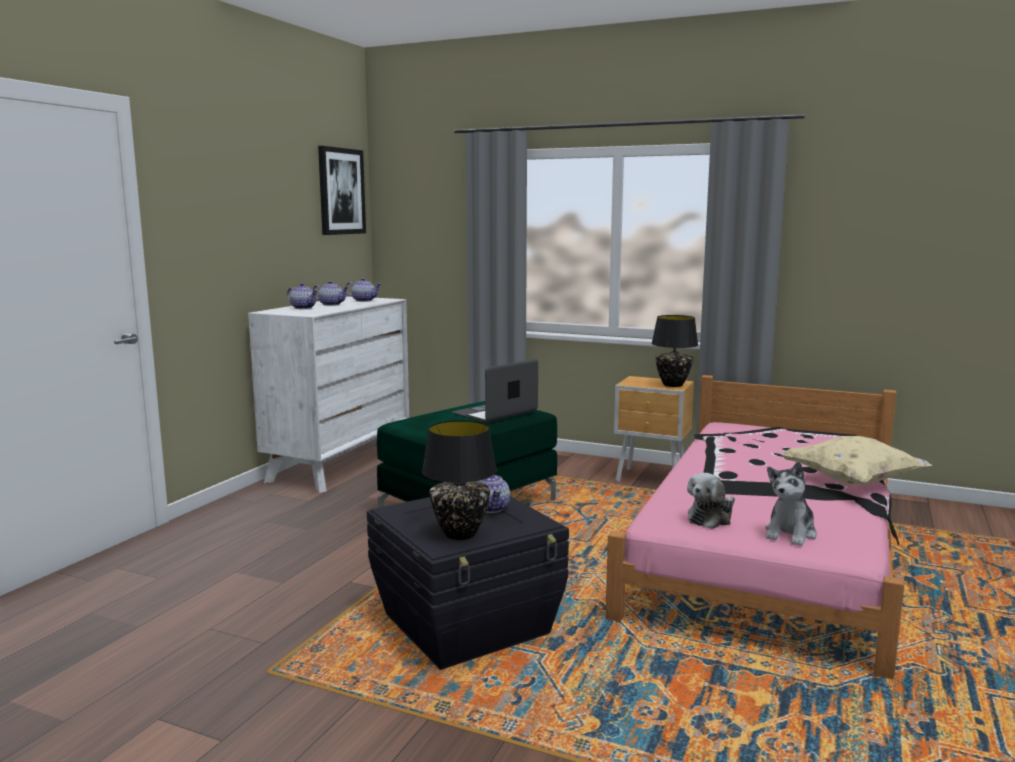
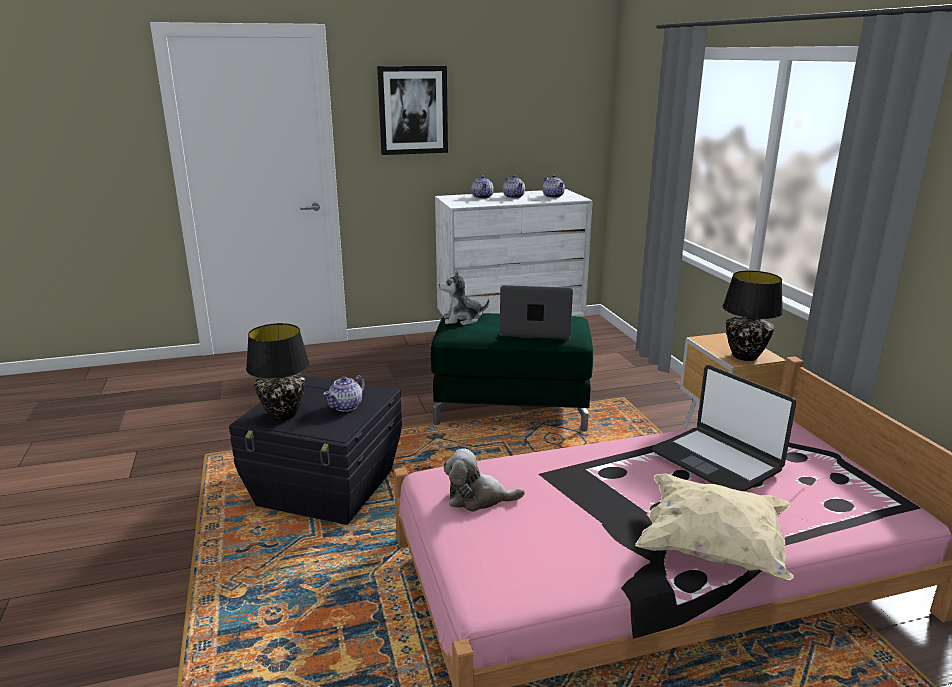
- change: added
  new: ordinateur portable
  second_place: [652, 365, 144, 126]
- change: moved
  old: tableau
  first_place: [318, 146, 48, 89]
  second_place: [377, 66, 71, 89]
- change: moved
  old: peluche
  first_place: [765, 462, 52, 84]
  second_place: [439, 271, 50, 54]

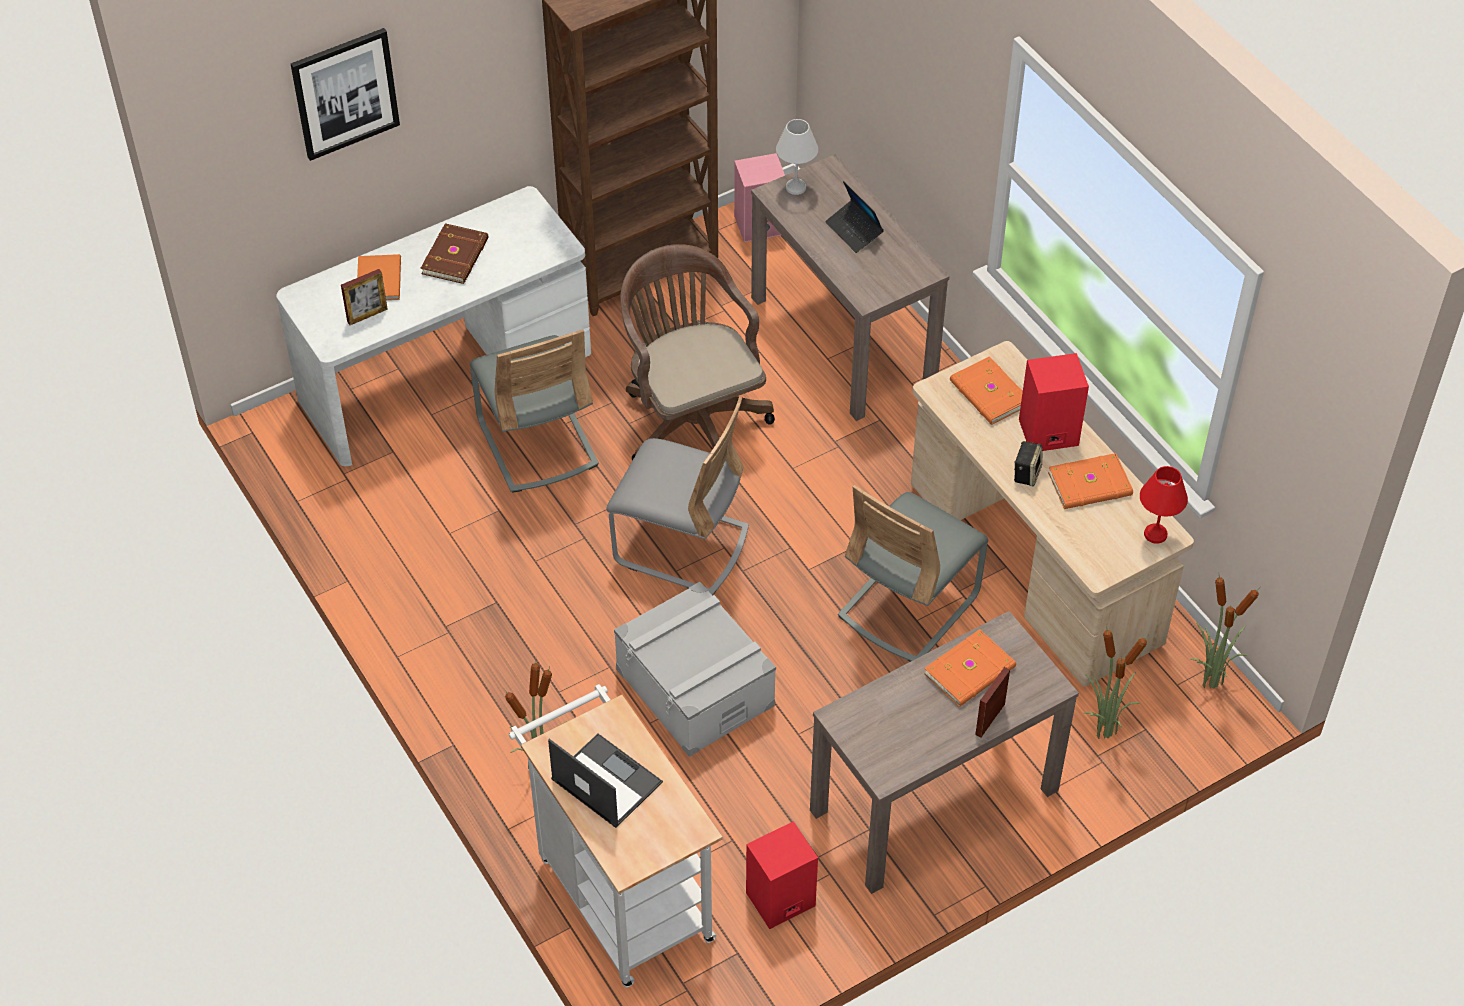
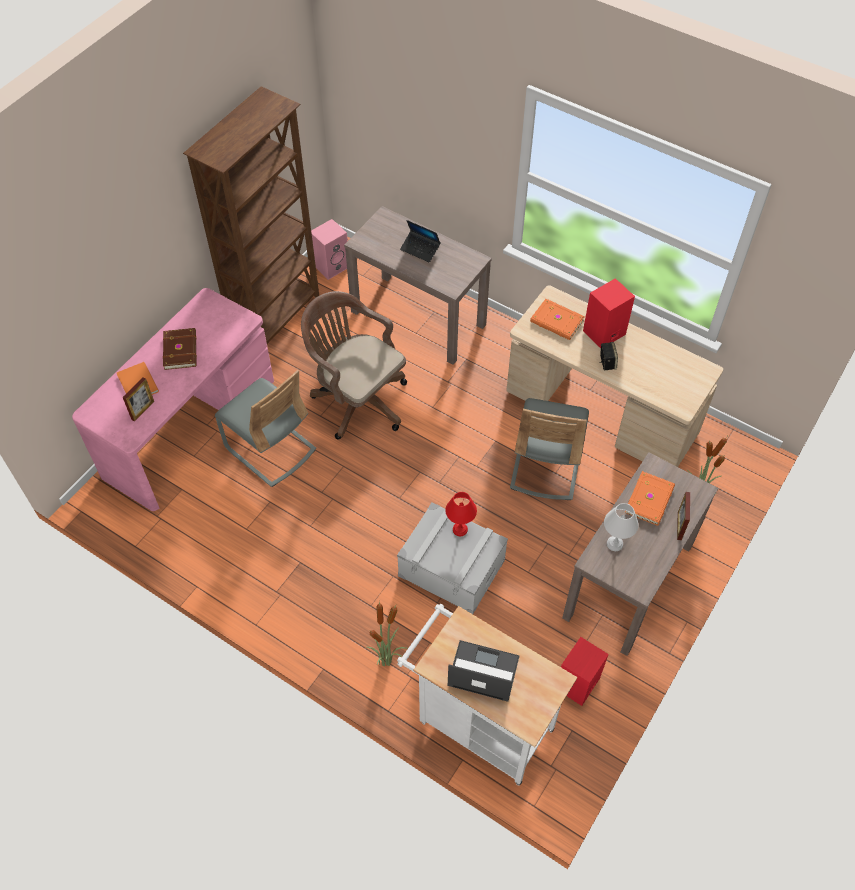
- change: removed
  old: tableau
  first_place: [291, 28, 109, 133]
- change: removed
  old: chaise (gris)
  first_place: [606, 397, 143, 199]
- change: removed
  old: livre (orange)
  first_place: [1048, 453, 85, 56]
- change: removed
  old: plante en pot
  first_place: [1190, 576, 69, 112]
- change: moved
  old: lampe de table (blanc)
  first_place: [776, 119, 42, 76]
  second_place: [604, 503, 35, 48]
- change: moved
  old: lampe de table (rouge)
  first_place: [1140, 466, 48, 78]
  second_place: [445, 492, 32, 44]
- change: recoloured
  old: bureau (blanc)
  new: bureau (rose)
  first_place: [276, 186, 315, 280]
  second_place: [72, 288, 202, 223]

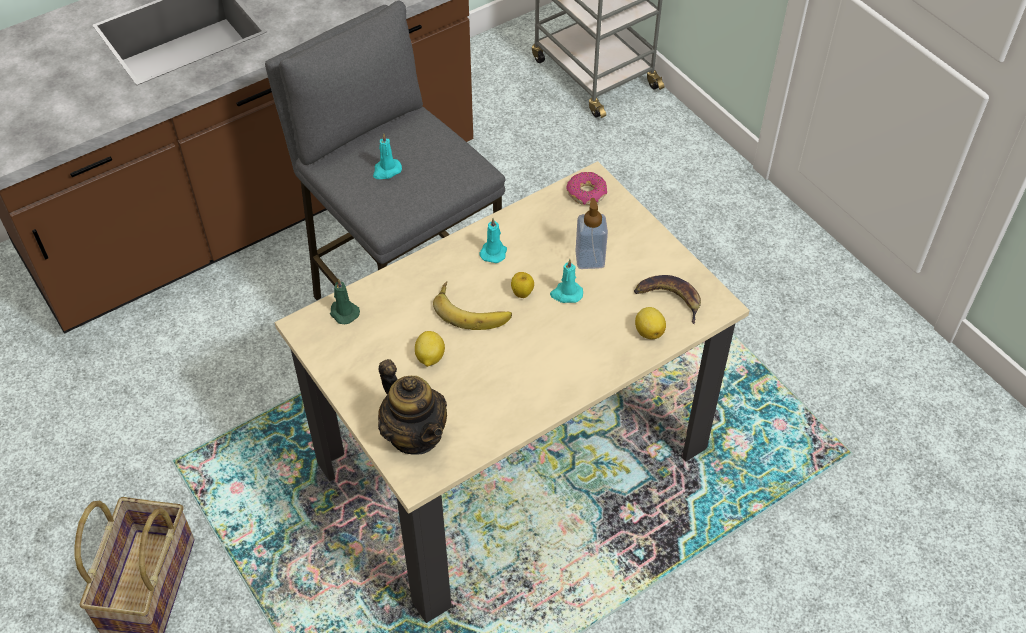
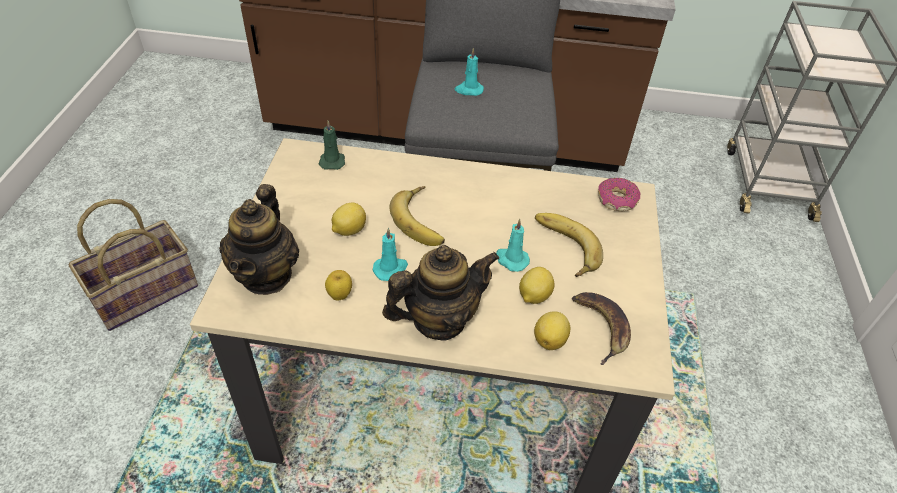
- change: added
  new: théière
  second_place: [382, 245, 117, 96]
- change: added
  new: citron
  second_place: [519, 267, 35, 37]
- change: moved
  old: bougie (turquoise)
  first_place: [479, 218, 28, 45]
  second_place: [373, 228, 35, 53]
- change: moved
  old: pomme
  first_place: [511, 272, 23, 26]
  second_place: [325, 270, 27, 30]
- change: replaced
  old: distributeur de savon
  new: banane
  first_place: [575, 198, 33, 71]
  second_place: [535, 213, 68, 64]

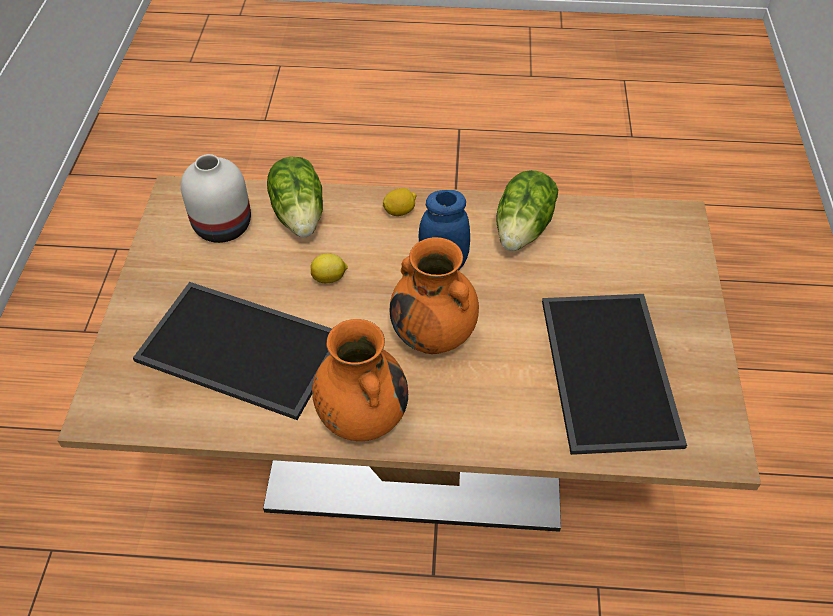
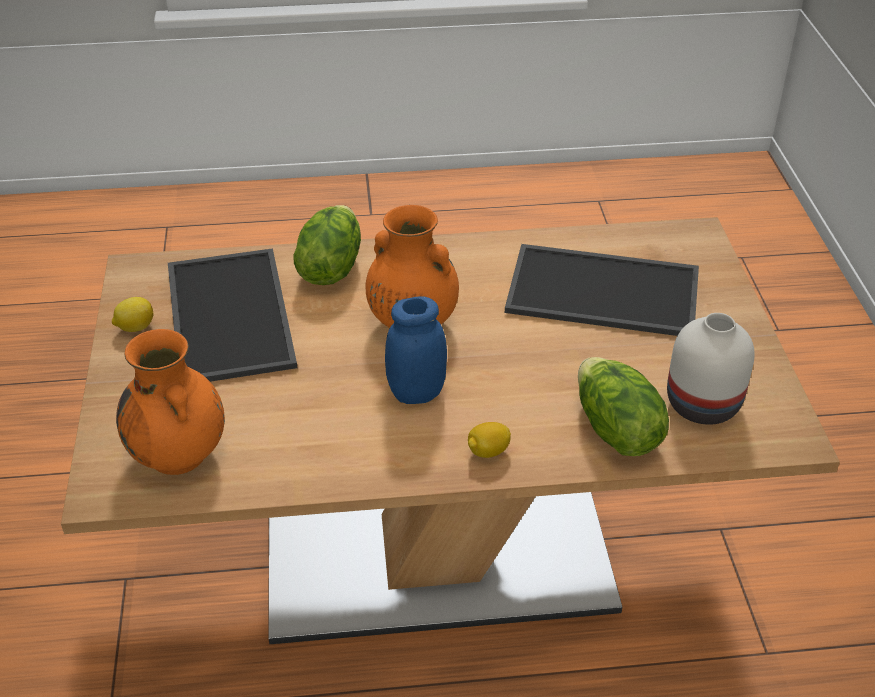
- change: moved
  old: citron
  first_place: [311, 253, 37, 30]
  second_place: [112, 297, 42, 35]
- change: moved
  old: vase (orange)
  first_place: [312, 319, 96, 122]
  second_place: [116, 329, 109, 146]
- change: moved
  old: laitue
  first_place: [496, 170, 62, 81]
  second_place: [293, 205, 68, 80]

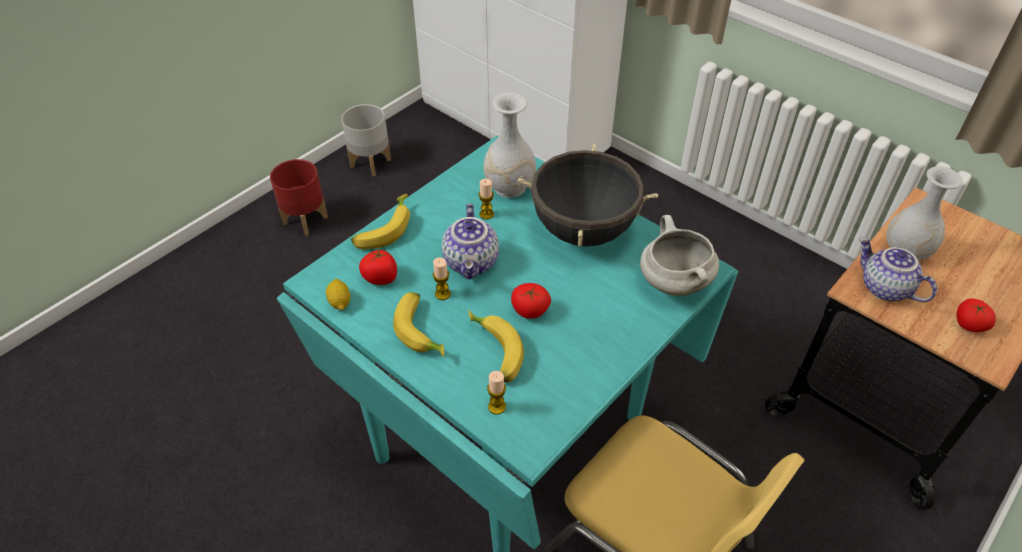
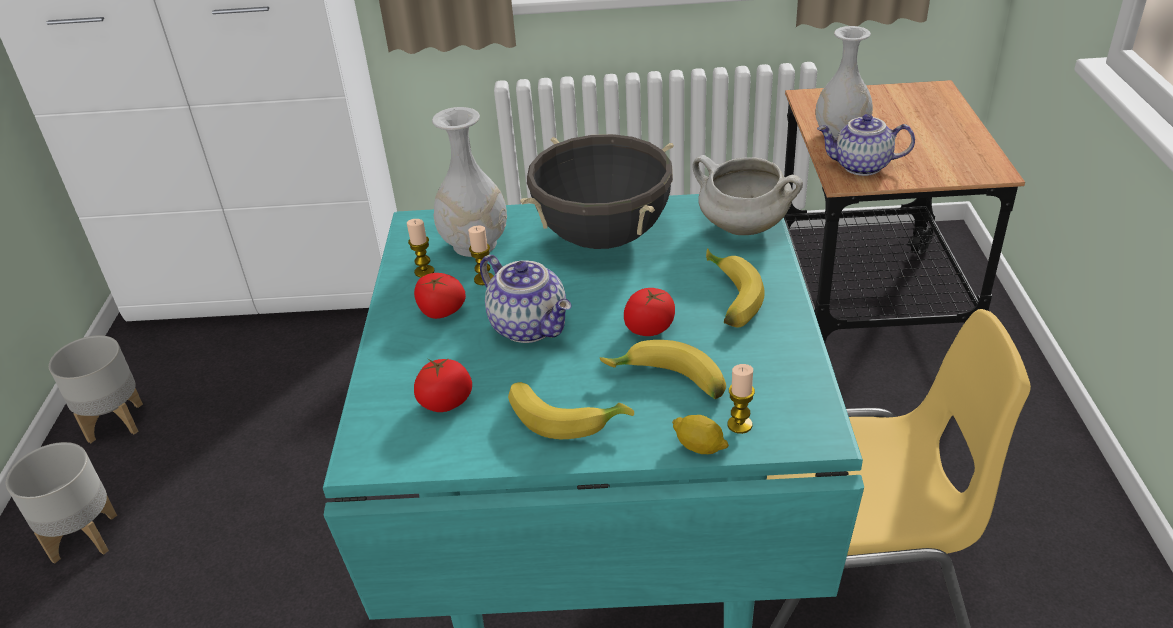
- change: moved
  old: citron
  first_place: [326, 279, 24, 32]
  second_place: [672, 415, 57, 39]
- change: moved
  old: banane
  first_place: [351, 194, 59, 55]
  second_place: [706, 248, 59, 79]
- change: moved
  old: bougie
  first_place: [433, 258, 18, 42]
  second_place: [407, 219, 27, 58]
- change: moved
  old: tomate
  first_place: [956, 298, 40, 34]
  second_place: [414, 273, 52, 46]
- change: recoloured
  old: cache-pot (rouge)
  new: cache-pot (gris)
  first_place: [270, 159, 58, 77]
  second_place: [6, 442, 111, 122]

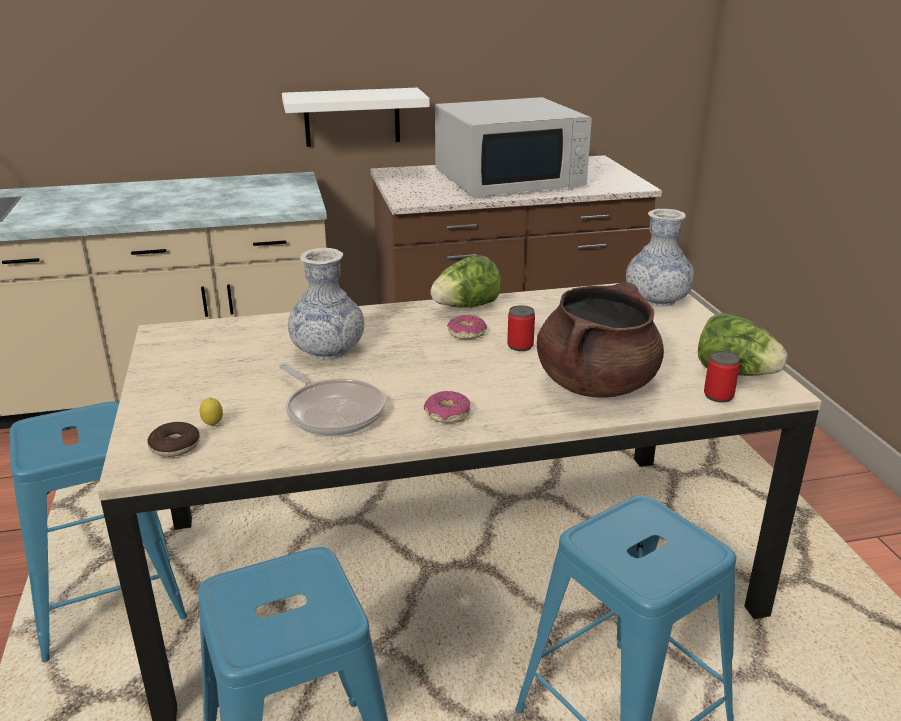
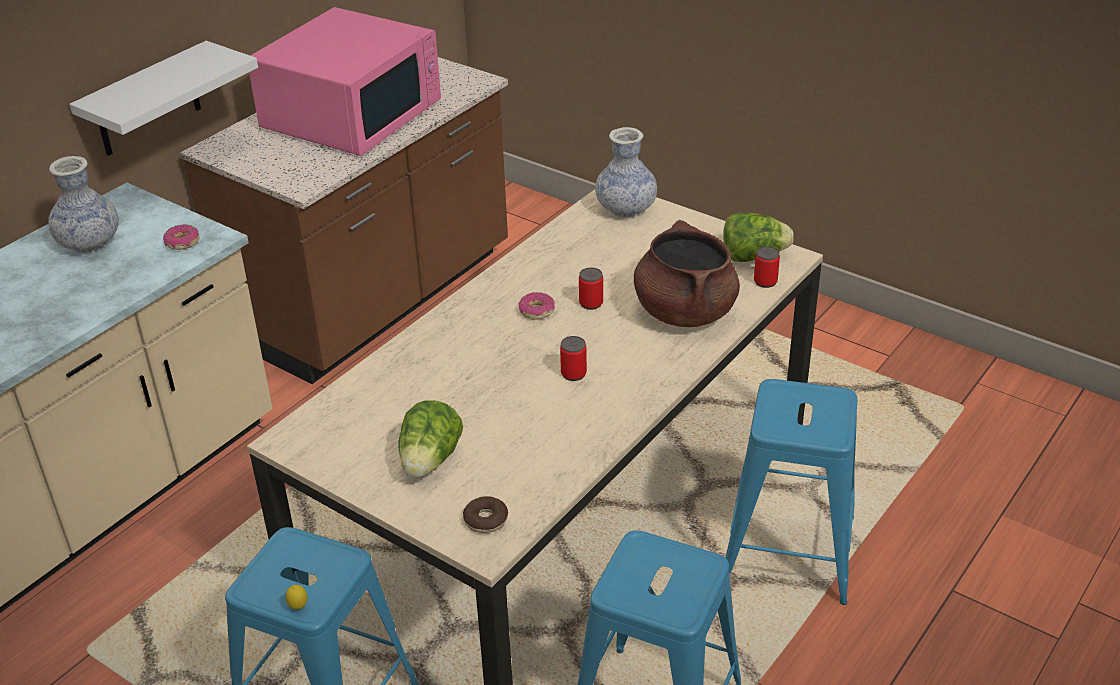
- change: removed
  old: poêle
  first_place: [279, 364, 106, 72]
- change: added
  new: boîte métallique
  second_place: [560, 336, 27, 45]
- change: moved
  old: citron
  first_place: [200, 397, 23, 29]
  second_place: [286, 585, 21, 24]
- change: moved
  old: vase
  first_place: [288, 248, 76, 112]
  second_place: [48, 156, 71, 97]
- change: moved
  old: beignet
  first_place: [424, 391, 46, 32]
  second_place: [163, 225, 37, 25]
- change: moved
  old: laitue
  first_place: [430, 255, 71, 53]
  second_place: [398, 400, 65, 77]
- change: recoloured
  old: micro-ondes (blanc)
  new: micro-ondes (rose)
  first_place: [435, 97, 157, 100]
  second_place: [249, 7, 192, 149]

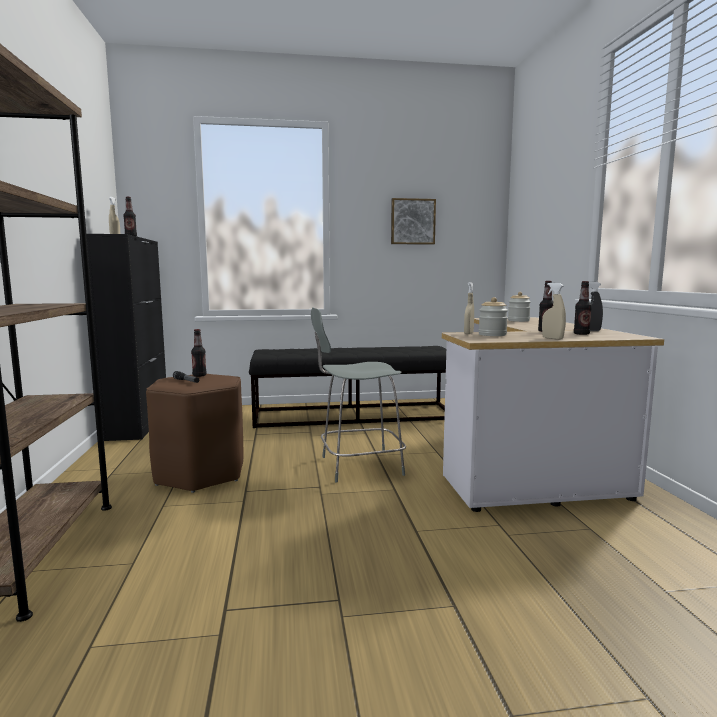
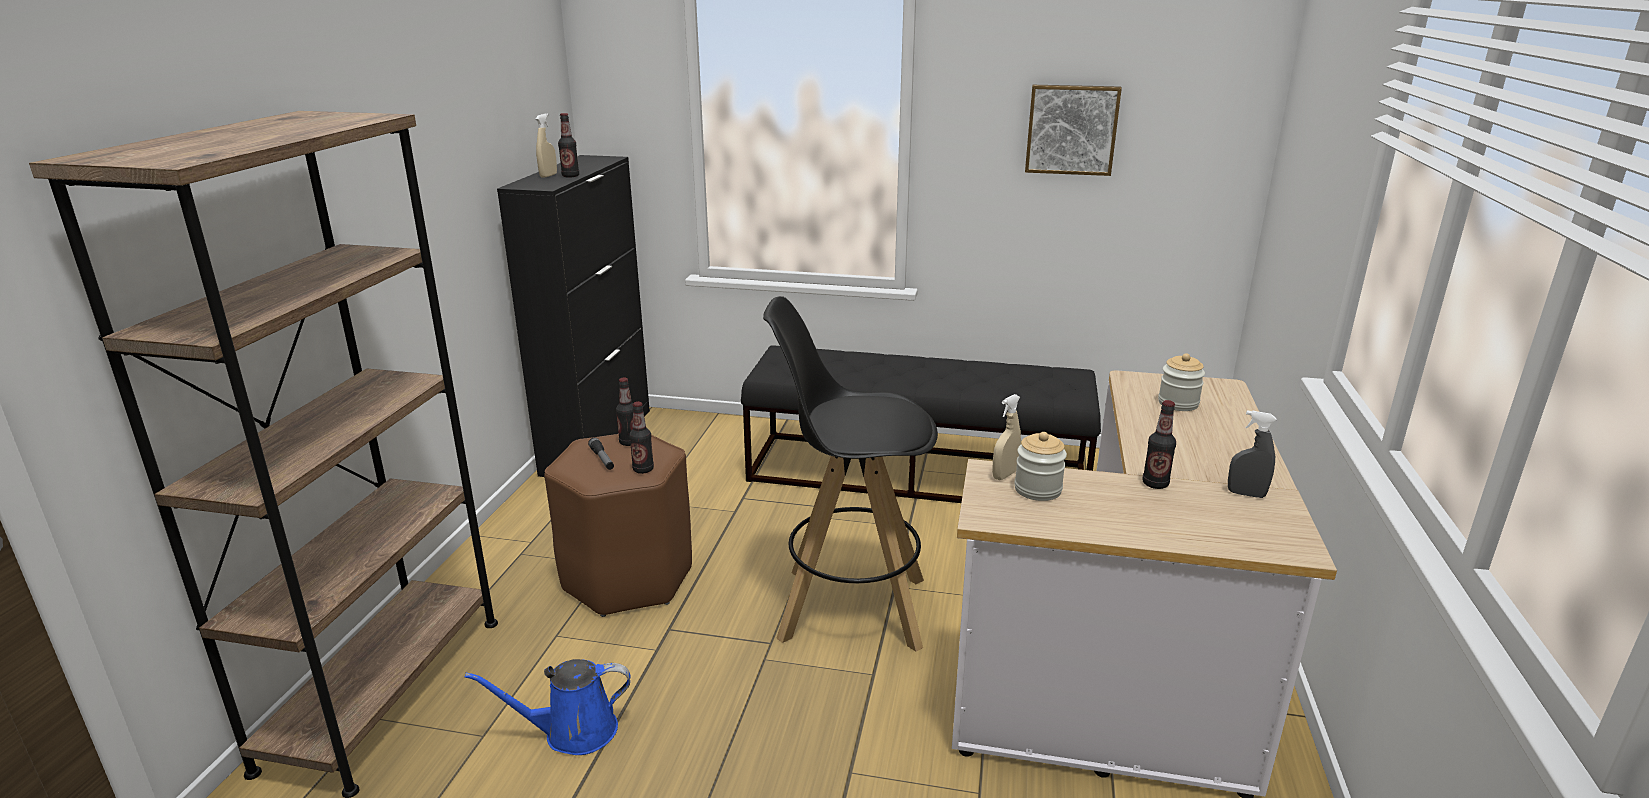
- change: removed
  old: vaporisateur (beige)
  first_place: [542, 283, 24, 57]
- change: added
  new: arrosoir (bleu)
  second_place: [465, 659, 165, 96]
- change: moved
  old: bouteille
  first_place: [574, 281, 18, 54]
  second_place: [629, 402, 25, 72]
- change: replaced
  old: chaise (gris)
  new: tabouret (noir)
  first_place: [311, 307, 95, 175]
  second_place: [763, 296, 175, 356]

